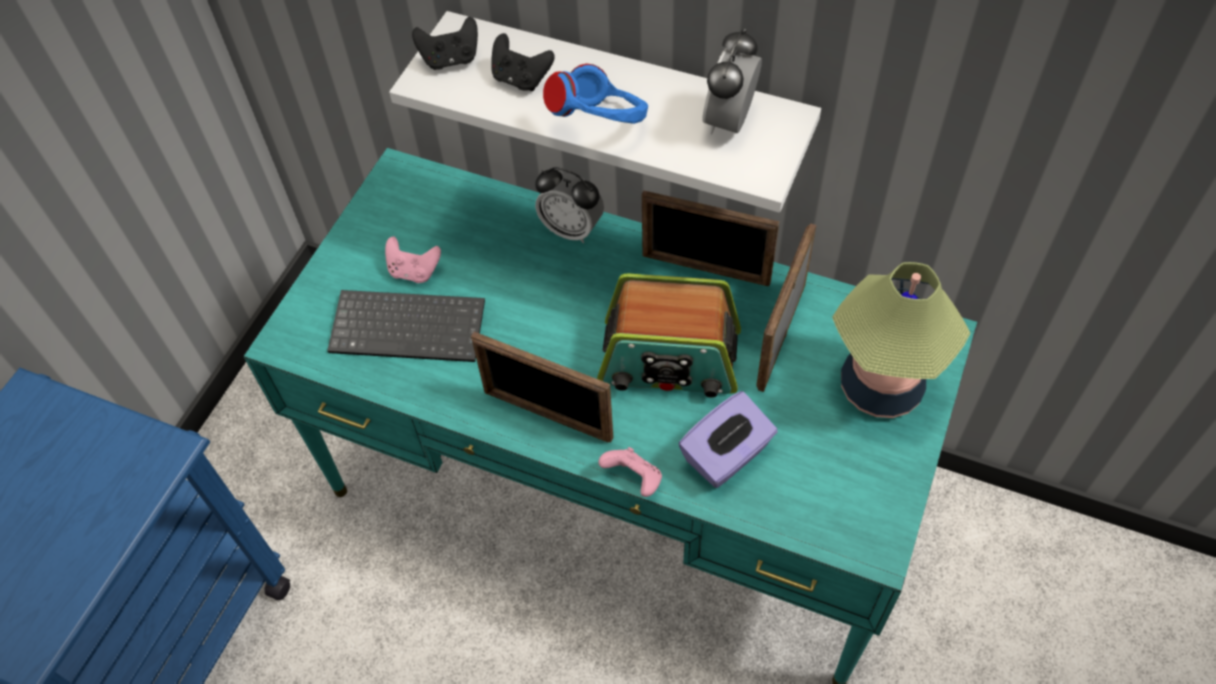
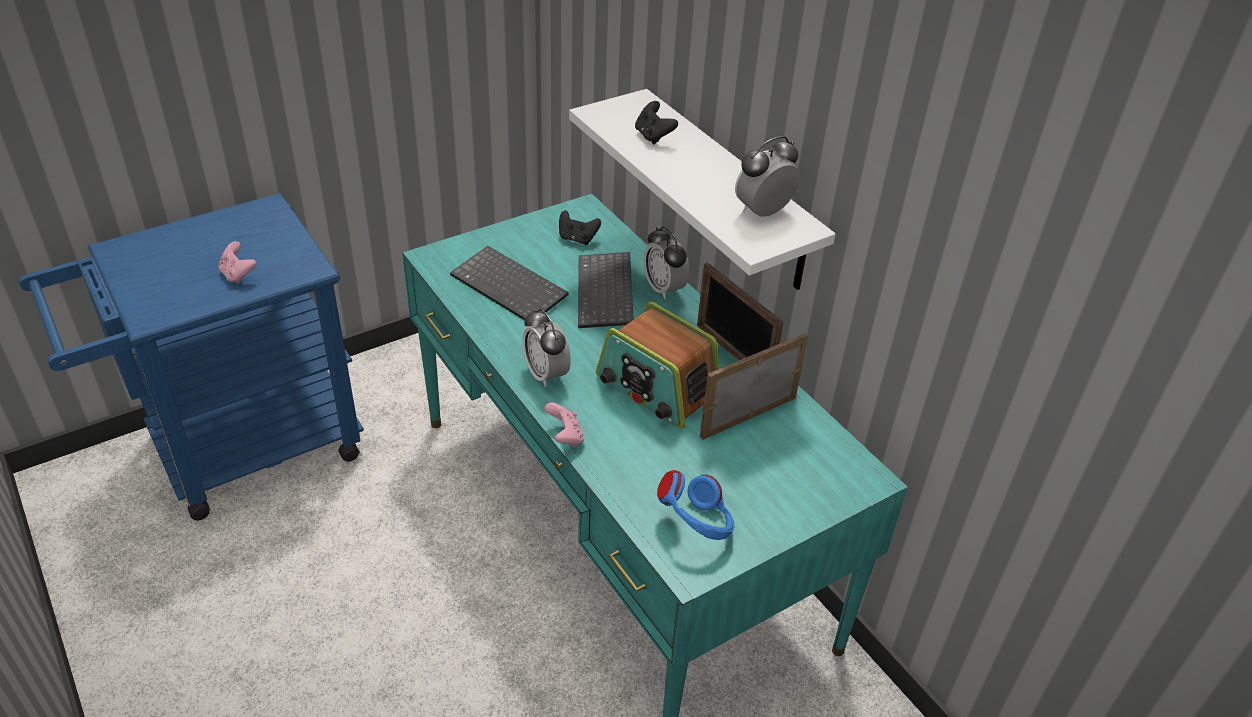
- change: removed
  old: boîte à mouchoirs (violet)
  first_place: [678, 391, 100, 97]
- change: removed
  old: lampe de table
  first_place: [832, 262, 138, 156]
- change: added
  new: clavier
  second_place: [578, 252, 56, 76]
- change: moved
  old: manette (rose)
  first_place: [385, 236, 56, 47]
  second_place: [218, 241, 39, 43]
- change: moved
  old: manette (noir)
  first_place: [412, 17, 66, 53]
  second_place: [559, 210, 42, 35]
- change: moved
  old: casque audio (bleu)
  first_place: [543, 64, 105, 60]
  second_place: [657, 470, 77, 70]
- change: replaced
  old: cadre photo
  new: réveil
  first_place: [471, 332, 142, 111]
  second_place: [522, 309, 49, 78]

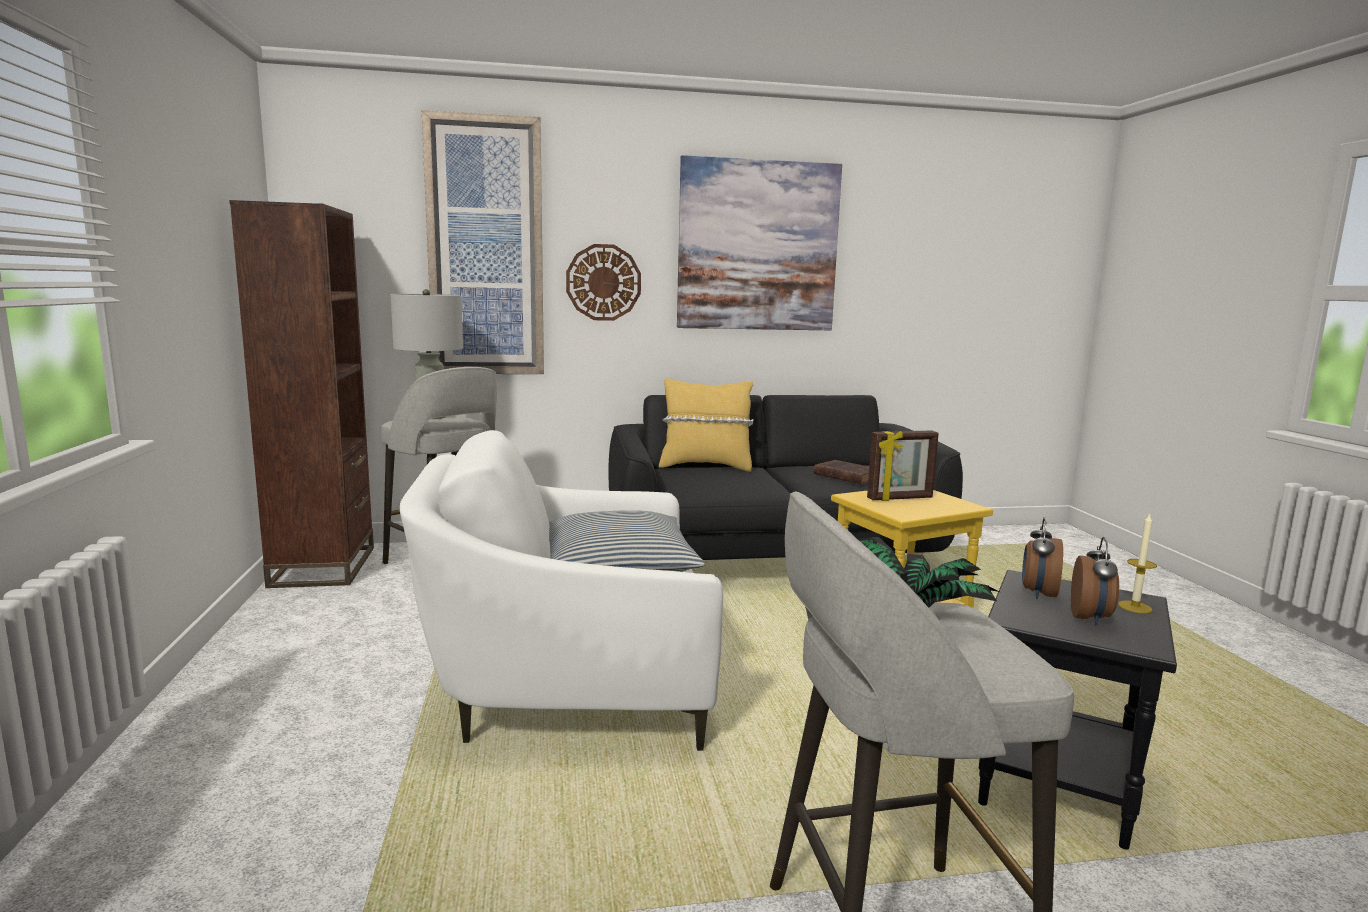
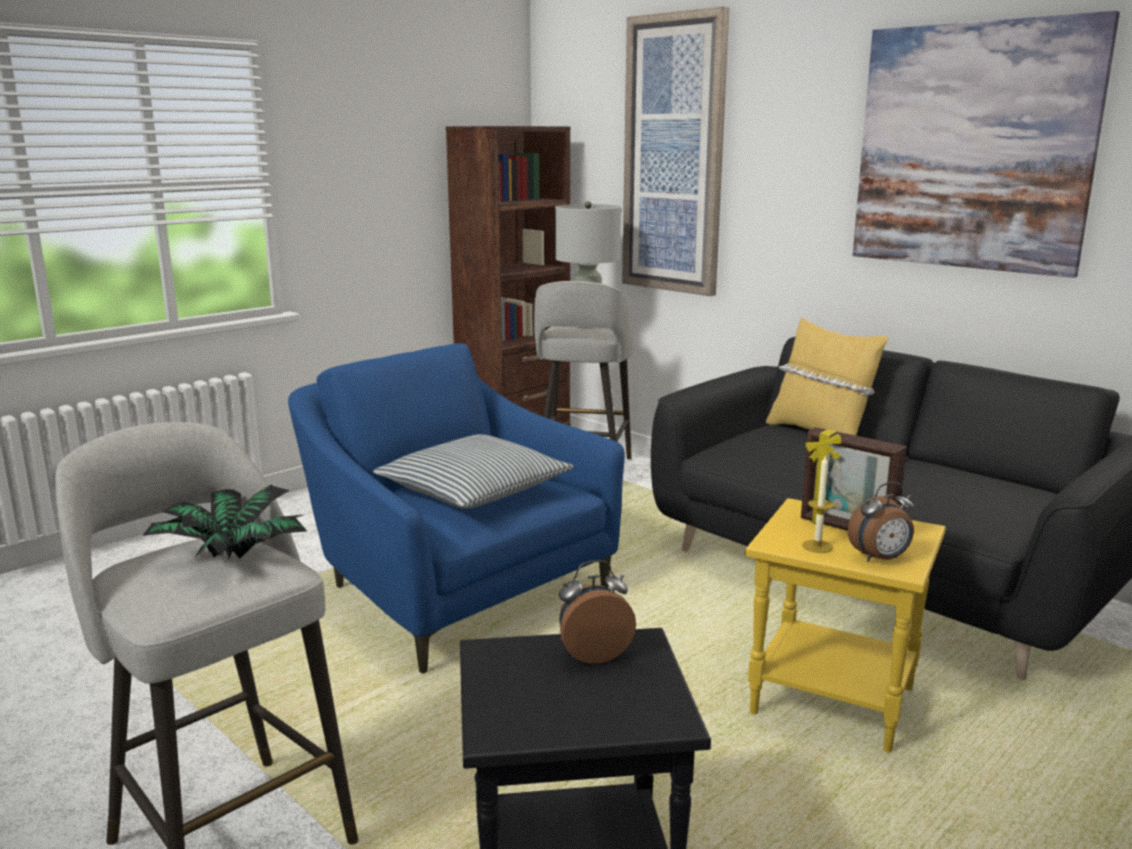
- change: removed
  old: horloge murale
  first_place: [566, 244, 75, 77]
- change: removed
  old: livre (marron)
  first_place: [813, 460, 56, 24]
- change: moved
  old: réveil
  first_place: [1071, 537, 48, 88]
  second_place: [848, 482, 67, 80]
- change: moved
  old: bougie
  first_place: [1118, 513, 39, 100]
  second_place: [802, 455, 32, 98]
- change: recoloured
  old: fauteuil (blanc)
  new: fauteuil (bleu)
  first_place: [400, 430, 323, 321]
  second_place: [288, 343, 337, 331]

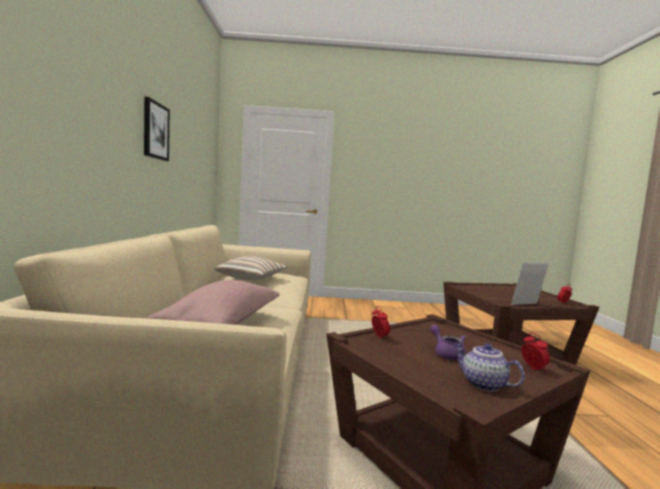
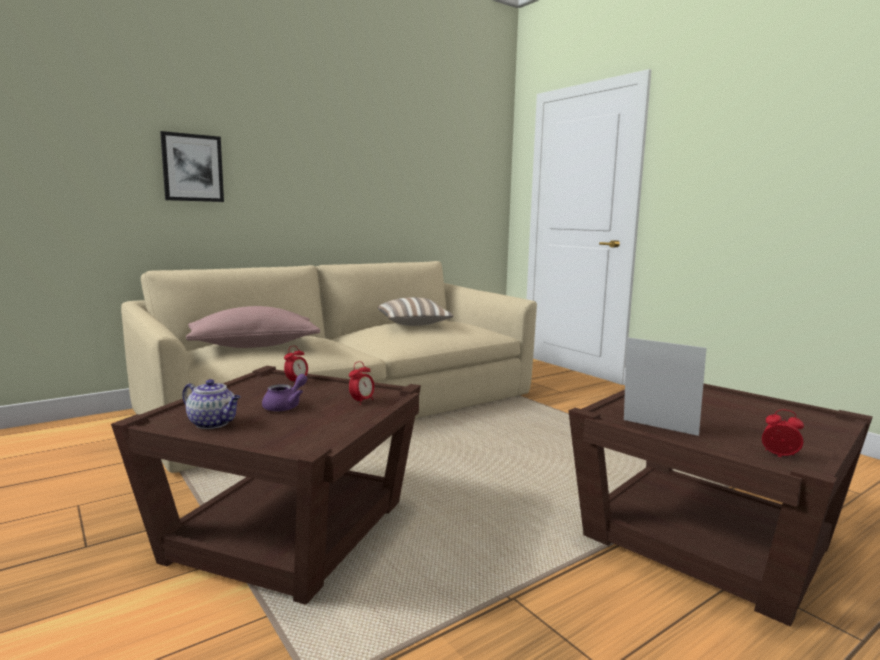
- change: moved
  old: tableau
  first_place: [144, 97, 26, 64]
  second_place: [160, 131, 64, 71]
- change: moved
  old: réveil
  first_place: [521, 333, 29, 39]
  second_place: [349, 361, 25, 44]
- change: turned
  old: théière
  first_place: [454, 343, 71, 49]
  second_place: [182, 379, 59, 50]
  degrees: 105

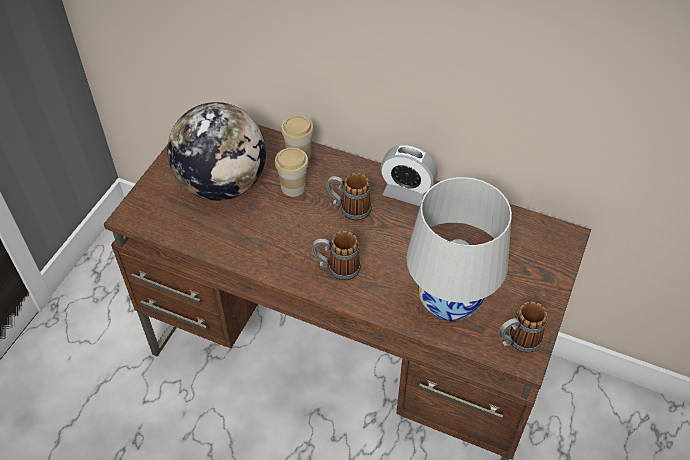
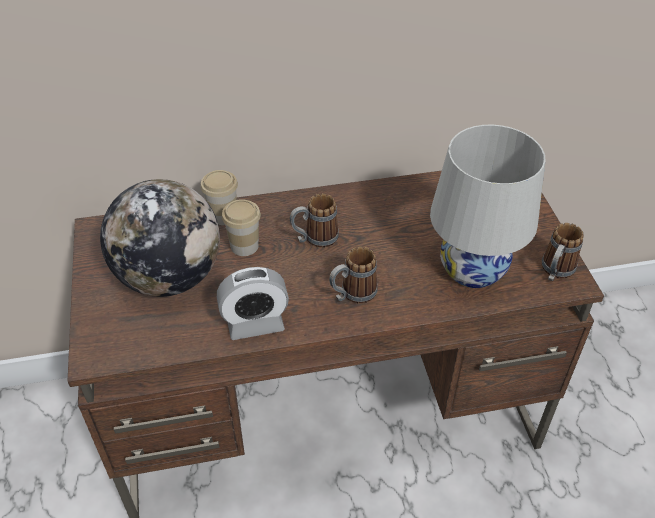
- change: moved
  old: réveil
  first_place: [380, 145, 58, 61]
  second_place: [217, 267, 72, 73]

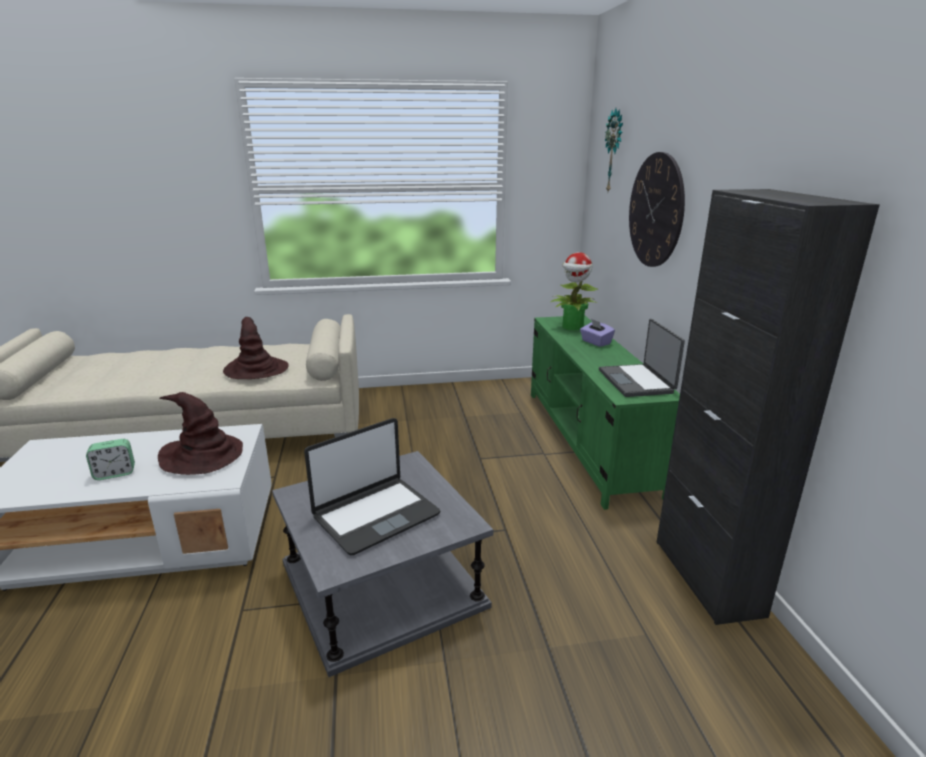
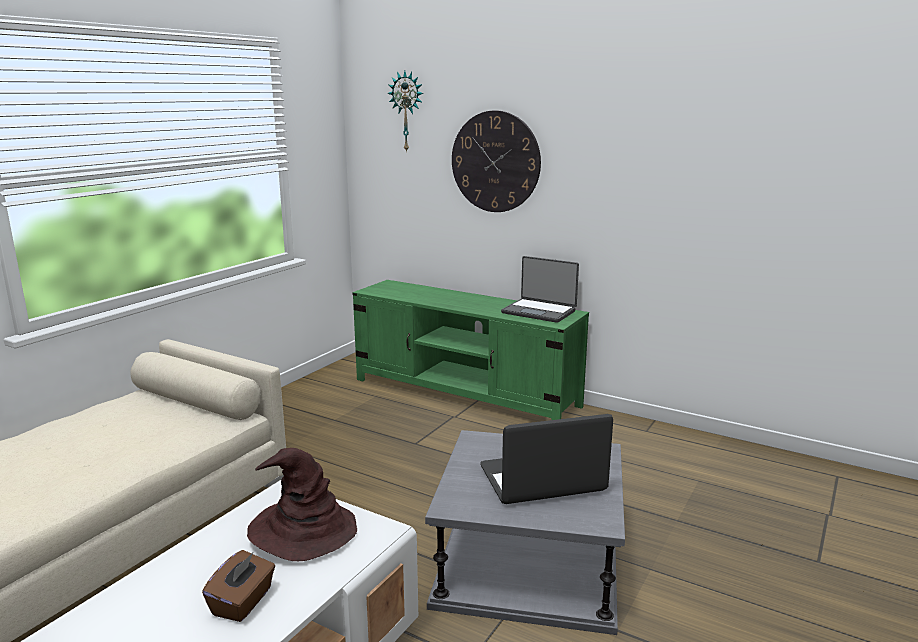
- change: removed
  old: chapeau (marron)
  first_place: [223, 317, 66, 62]
- change: removed
  old: plante en pot
  first_place: [551, 252, 47, 79]
- change: removed
  old: boîte à mouchoirs (violet)
  first_place: [580, 319, 35, 28]
- change: removed
  old: meuble de rangement (noir)
  first_place: [656, 189, 223, 436]
- change: replaced
  old: réveil
  new: boîte à mouchoirs (marron)
  first_place: [86, 439, 49, 41]
  second_place: [202, 550, 73, 72]
- change: turned
  old: ordinateur portable
  first_place: [304, 418, 136, 137]
  second_place: [480, 414, 133, 90]
  degrees: -105

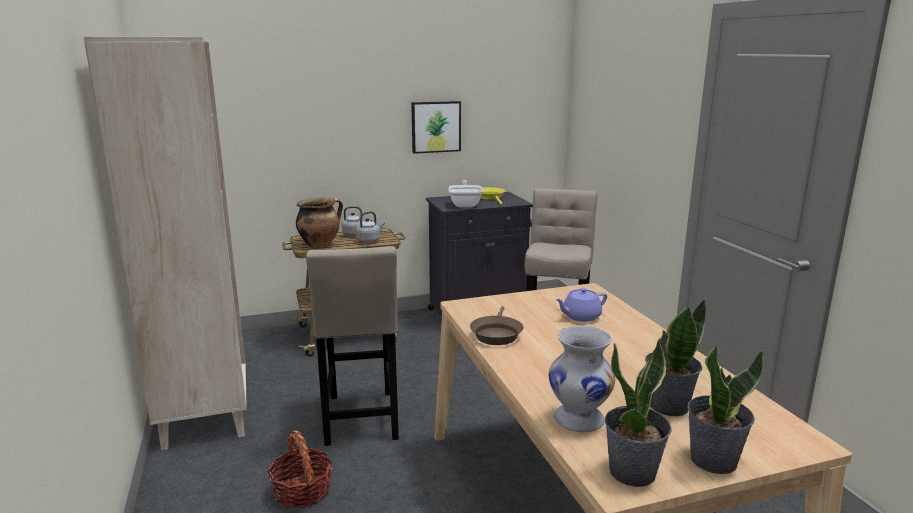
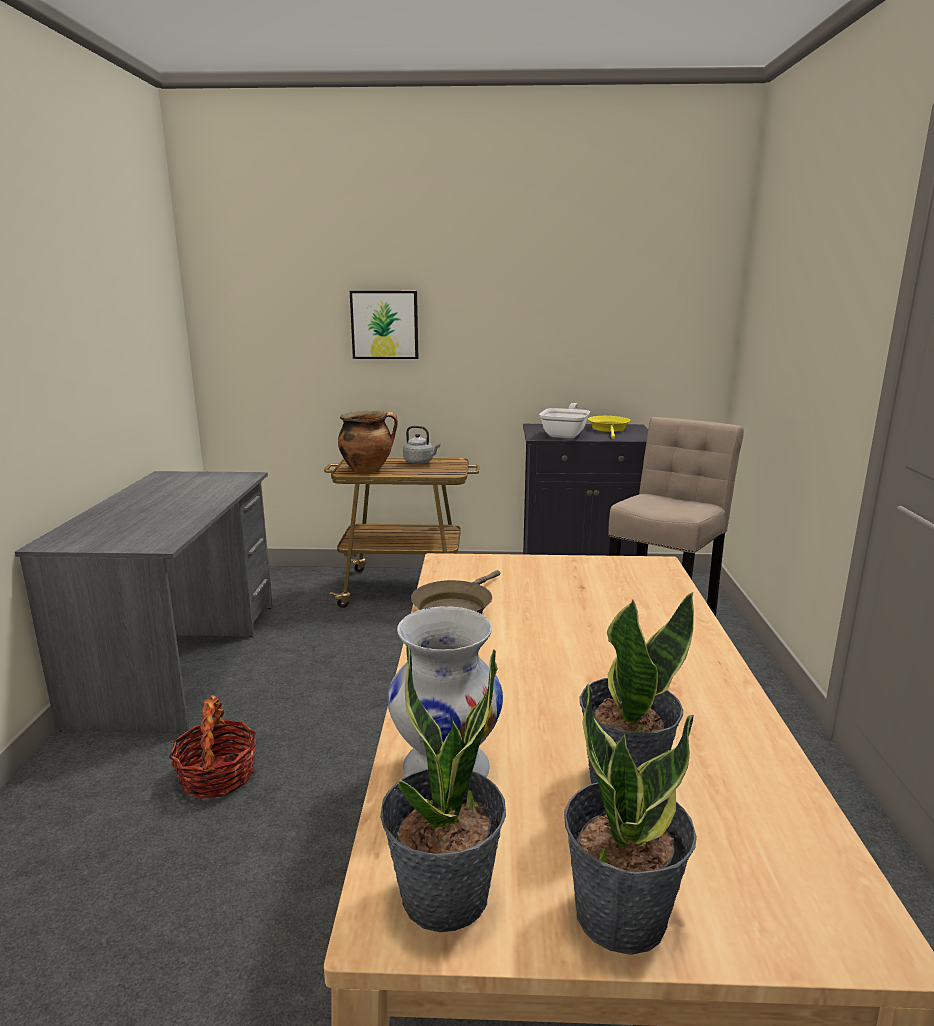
- change: removed
  old: tabouret (beige)
  first_place: [306, 246, 93, 200]
- change: removed
  old: bouilloire (gris)
  first_place: [355, 211, 30, 32]
- change: removed
  old: théière (violet)
  first_place: [555, 288, 52, 34]
- change: moved
  old: tableau
  first_place: [411, 101, 50, 53]
  second_place: [350, 291, 68, 68]
- change: replaced
  old: bibliothèque (beige)
  new: bureau (gris)
  first_place: [84, 36, 163, 415]
  second_place: [15, 471, 258, 262]

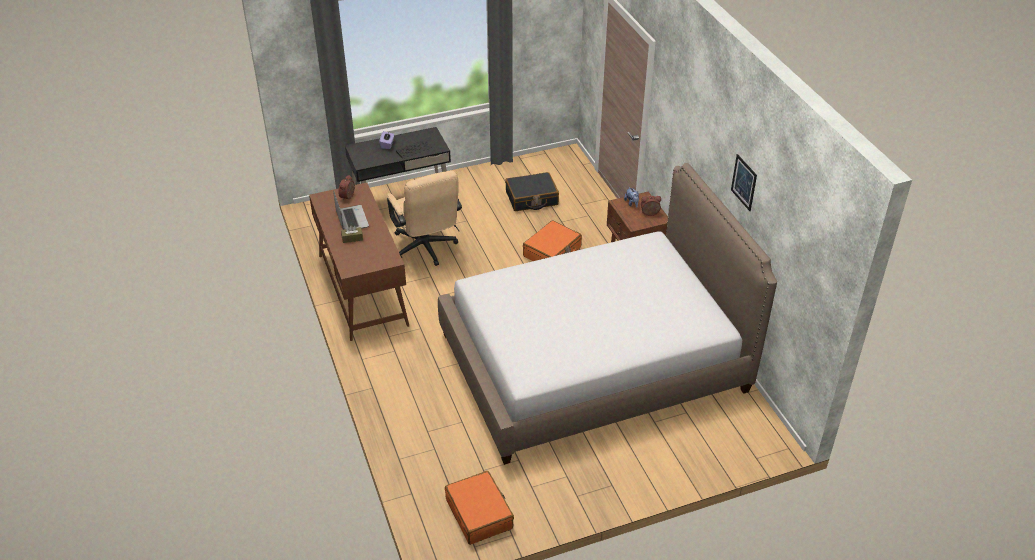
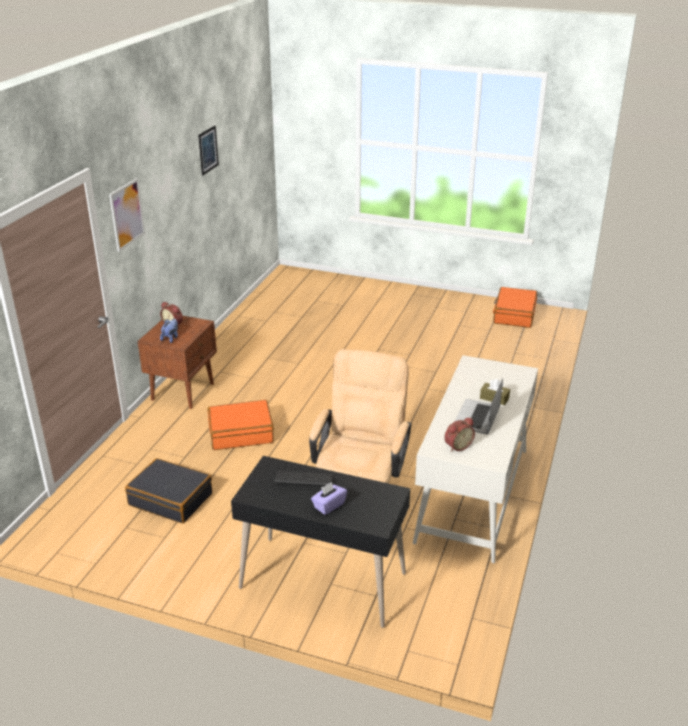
- change: removed
  old: lit
  first_place: [438, 163, 339, 302]
- change: added
  new: tableau
  second_place: [109, 178, 36, 74]
- change: recoloured
  old: bureau (marron)
  new: bureau (blanc)
  first_place: [309, 182, 100, 159]
  second_place: [413, 355, 125, 208]

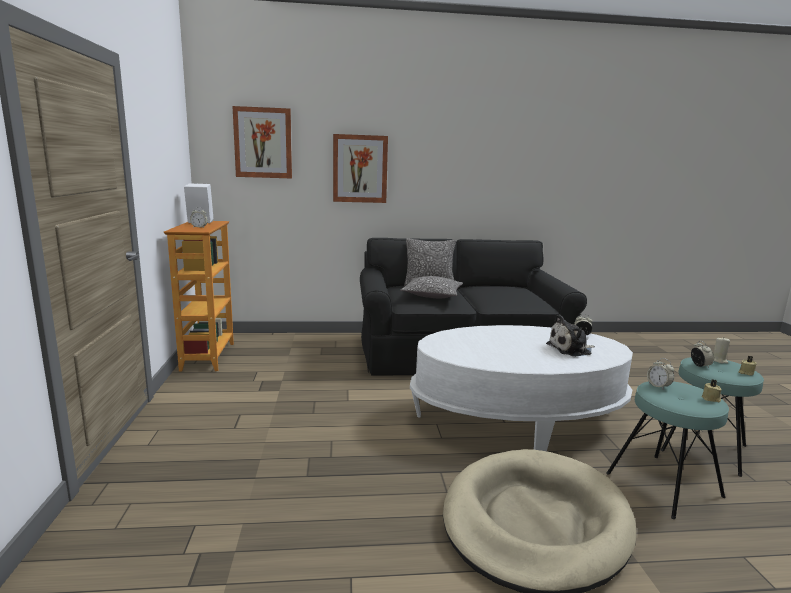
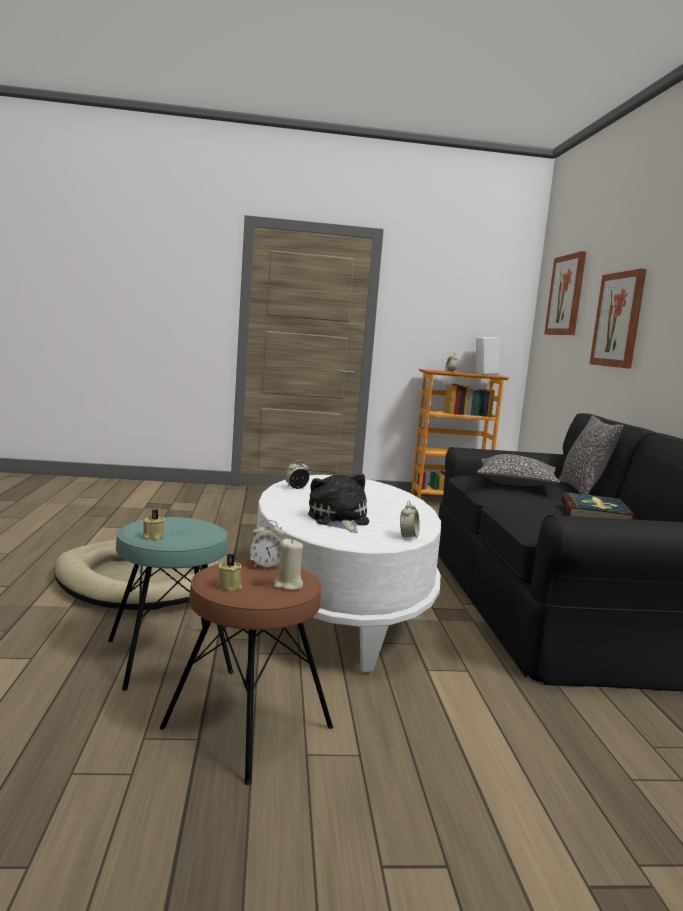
- change: added
  new: livre
  second_place: [561, 492, 74, 27]
- change: moved
  old: réveil
  first_place: [647, 358, 27, 32]
  second_place: [285, 460, 24, 29]
- change: recoloured
  old: tabouret (turquoise)
  new: tabouret (marron)
  first_place: [661, 357, 103, 120]
  second_place: [160, 560, 173, 225]

